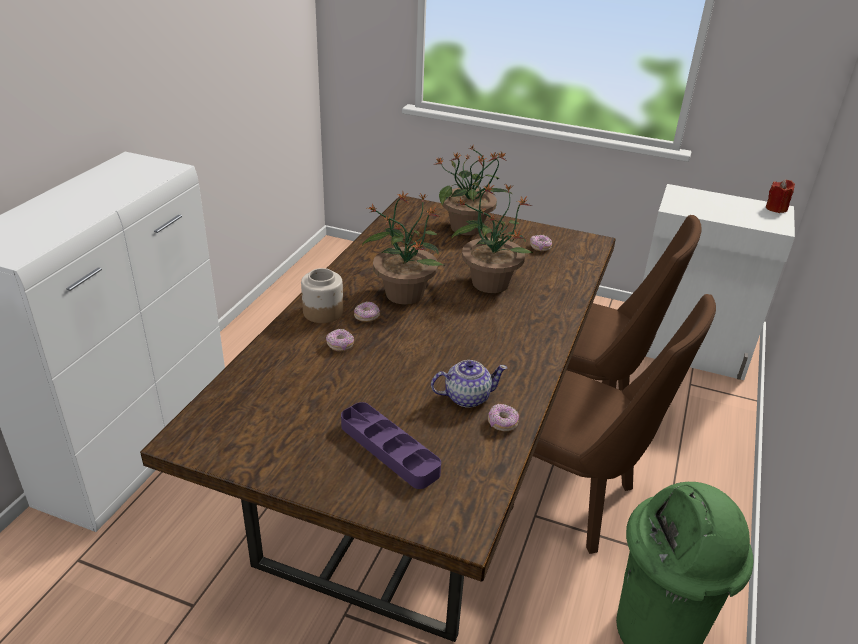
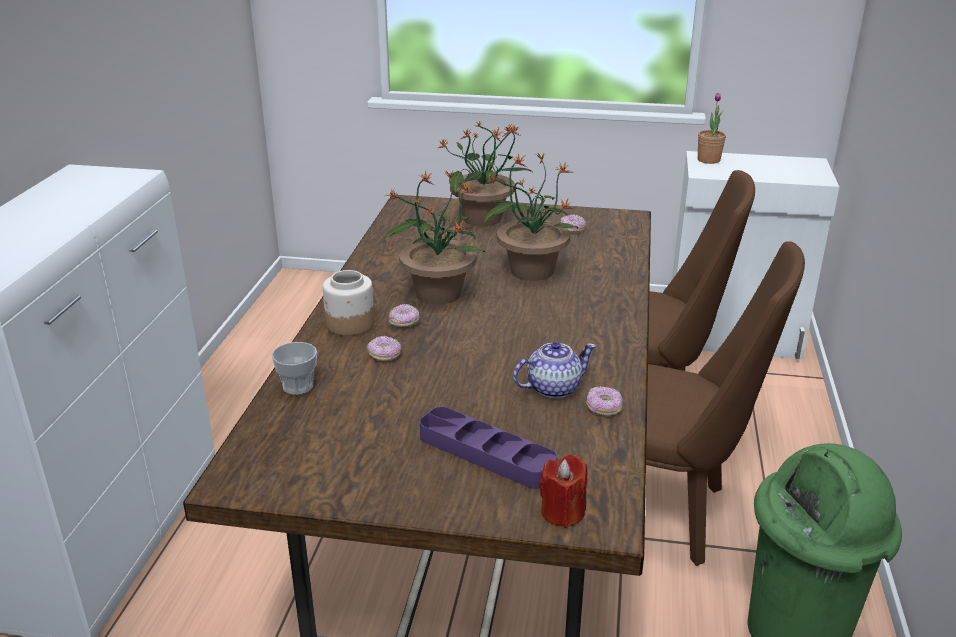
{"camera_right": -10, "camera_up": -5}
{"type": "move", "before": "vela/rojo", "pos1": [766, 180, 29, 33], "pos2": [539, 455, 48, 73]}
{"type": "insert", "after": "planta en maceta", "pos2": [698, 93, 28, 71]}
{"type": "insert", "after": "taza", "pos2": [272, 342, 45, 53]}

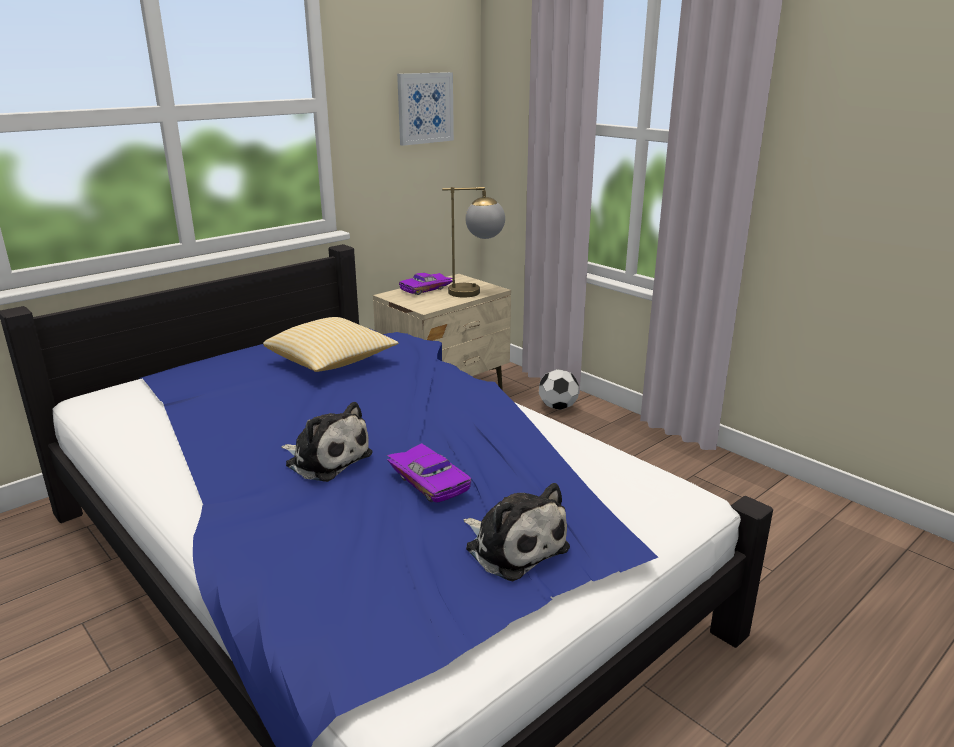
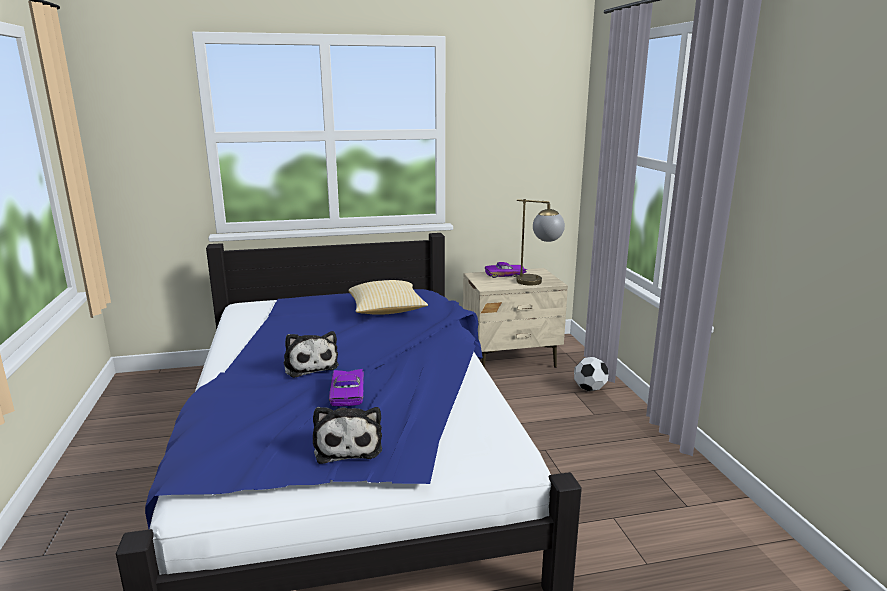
{"camera_right": 30, "camera_up": -5}
{"type": "delete", "before": "cuadro", "pos1": [397, 72, 57, 74]}

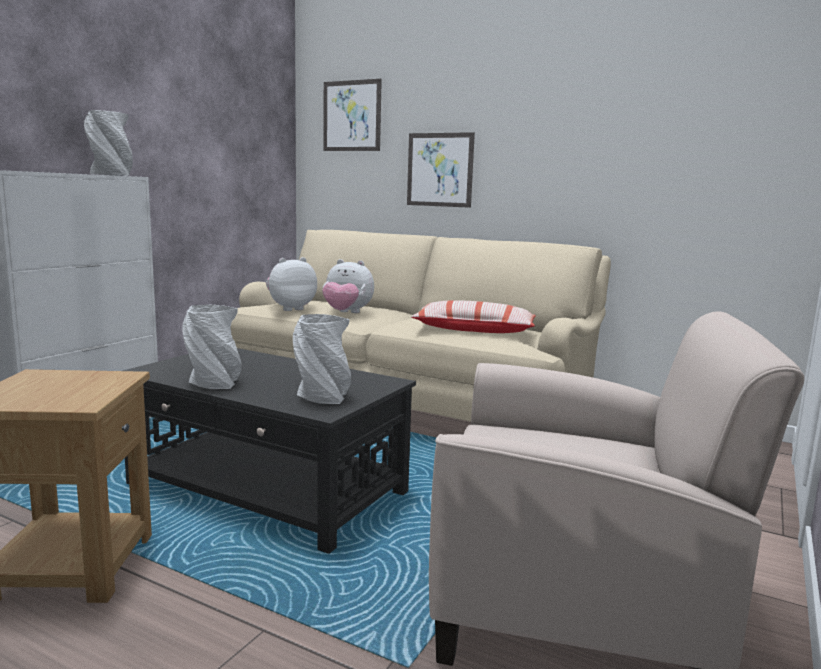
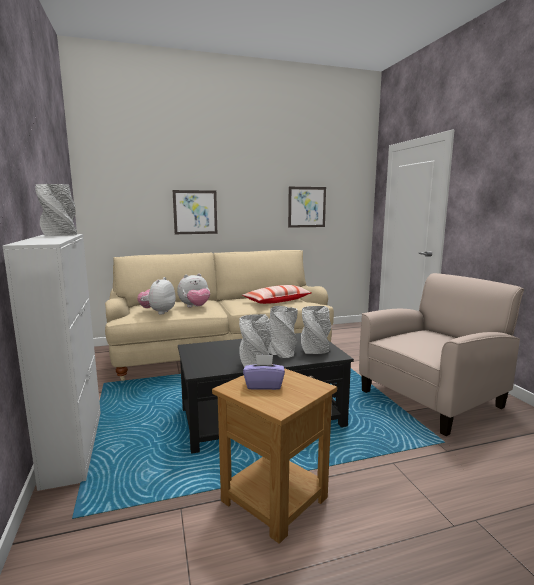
{"camera_right": -45, "camera_up": 0}
{"type": "move", "before": "cuadro", "pos1": [323, 79, 59, 72], "pos2": [288, 187, 38, 41]}
{"type": "insert", "after": "florero/gris", "pos2": [268, 306, 30, 52]}
{"type": "insert", "after": "caja de pañuelos/morado", "pos2": [243, 354, 42, 36]}

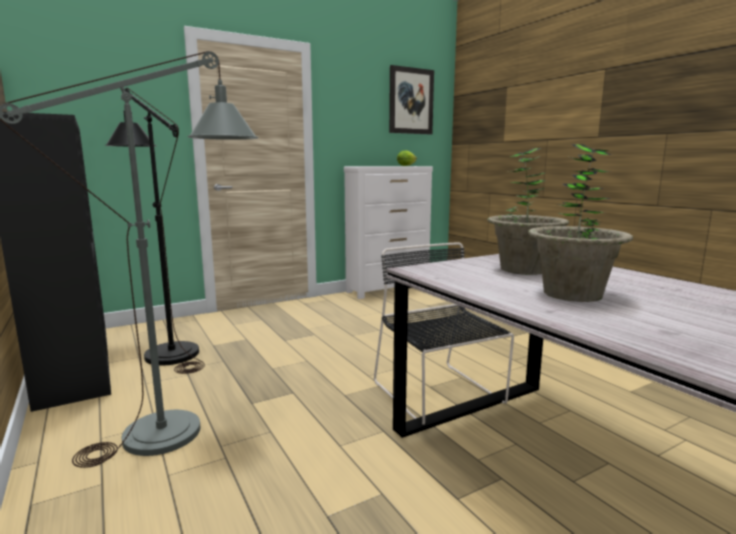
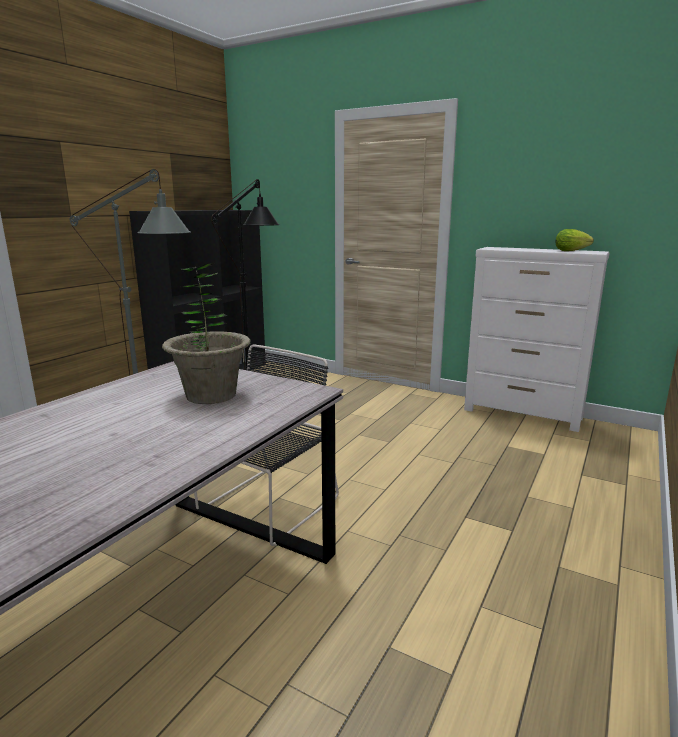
{"camera_right": 60, "camera_up": 5}
{"type": "delete", "before": "cuadro", "pos1": [389, 65, 45, 69]}
{"type": "delete", "before": "planta en maceta", "pos1": [528, 144, 105, 158]}

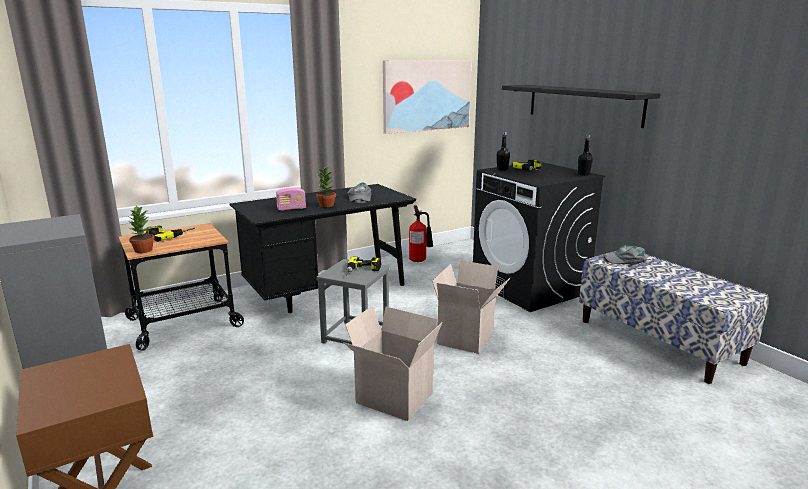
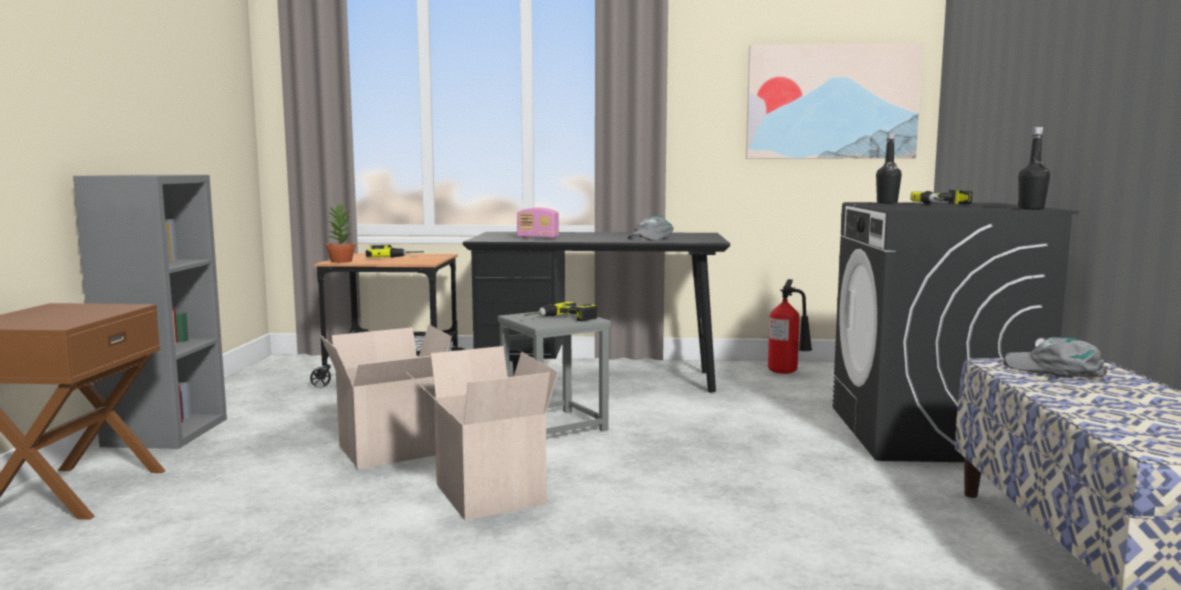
{"camera_right": 35, "camera_up": -10}
{"type": "delete", "before": "estante/negro", "pos1": [502, 85, 159, 43]}
{"type": "delete", "before": "planta en maceta", "pos1": [316, 167, 20, 40]}
{"type": "move", "before": "caja de cartón", "pos1": [432, 260, 78, 94], "pos2": [320, 324, 132, 145]}

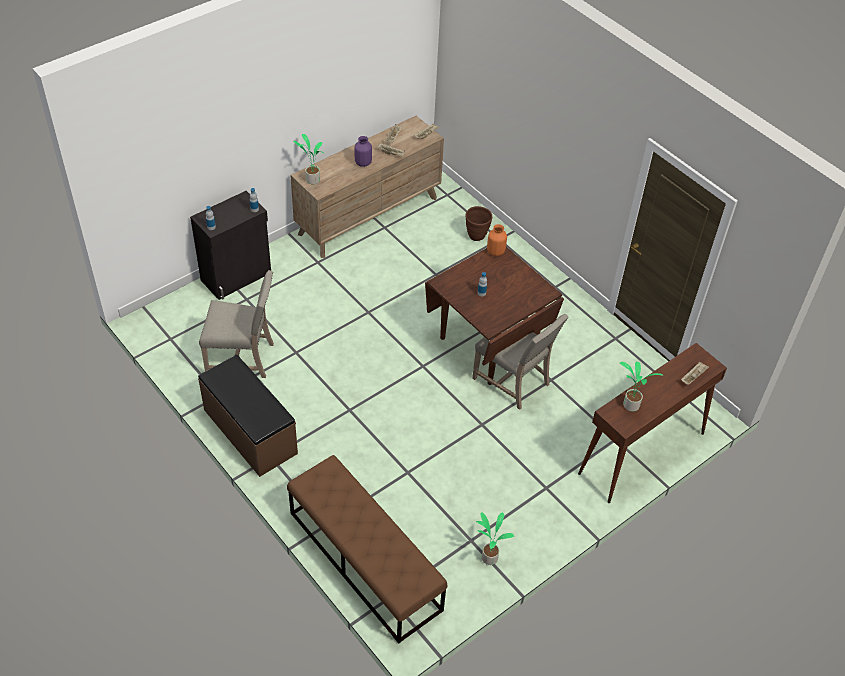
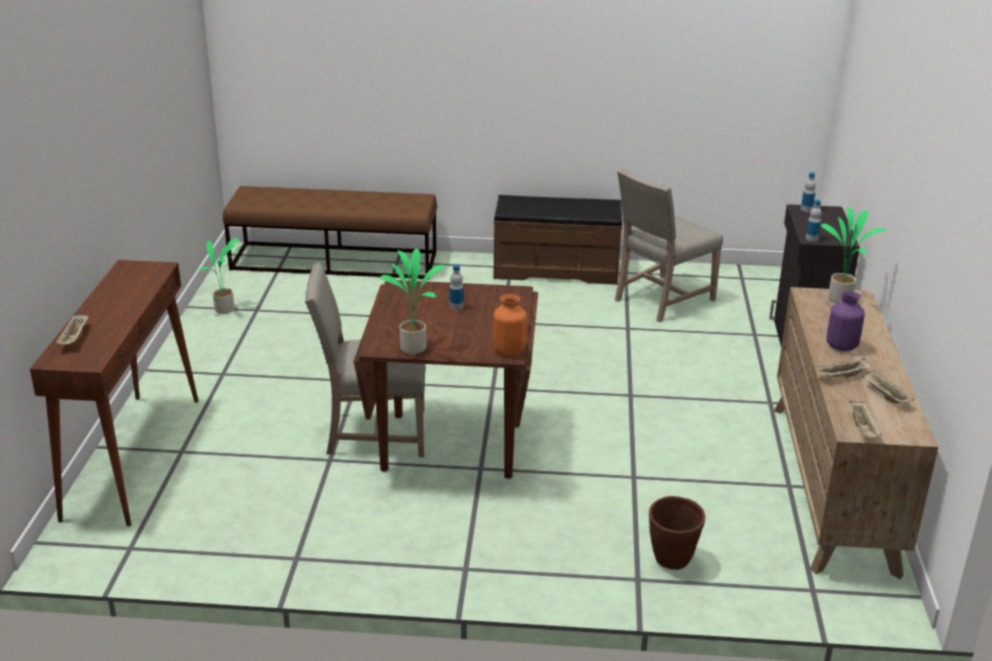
{"camera_right": 135, "camera_up": -20}
{"type": "move", "before": "planta en maceta", "pos1": [620, 361, 44, 51], "pos2": [380, 249, 66, 105]}

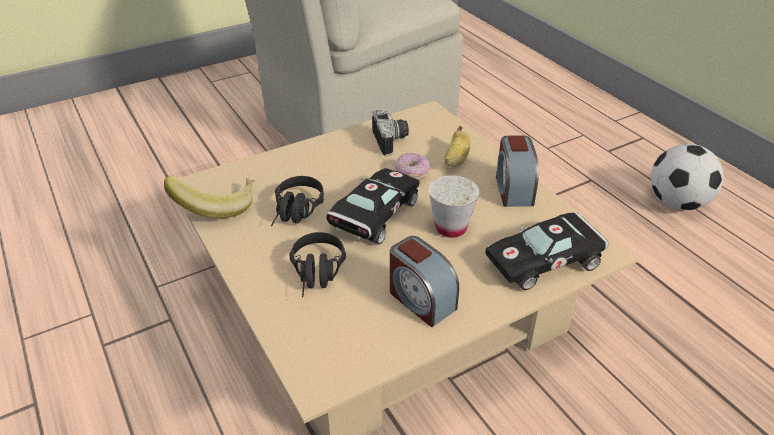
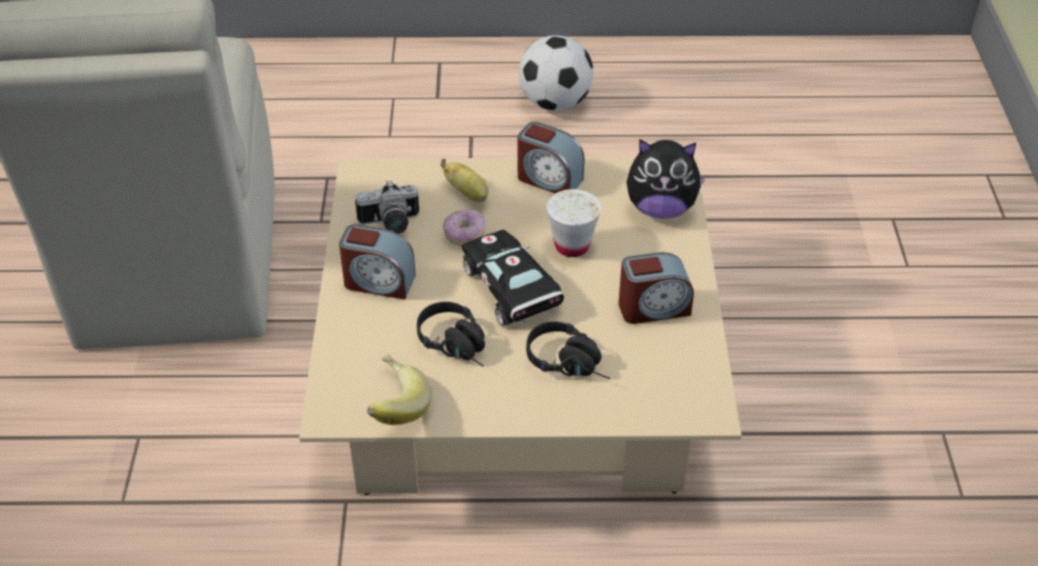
{"camera_right": -60, "camera_up": 5}
{"type": "rotate", "before": "cámara", "pos1": [372, 109, 37, 47], "pos2": [355, 180, 64, 54], "turn": 150}
{"type": "replace", "before": "coche de juguete/negro", "after": "peluche", "pos1": [486, 212, 122, 78], "pos2": [626, 139, 80, 79]}
{"type": "insert", "after": "despertador", "pos2": [339, 224, 77, 76]}

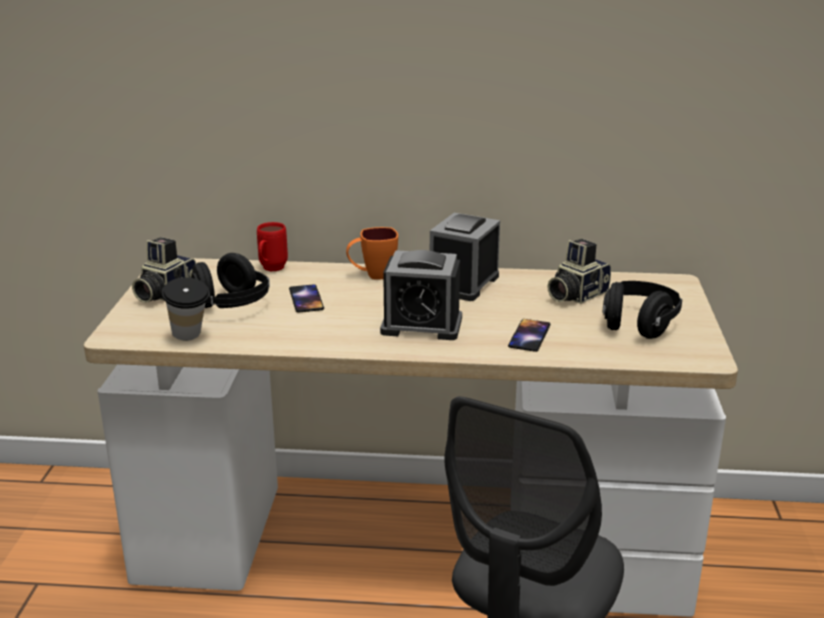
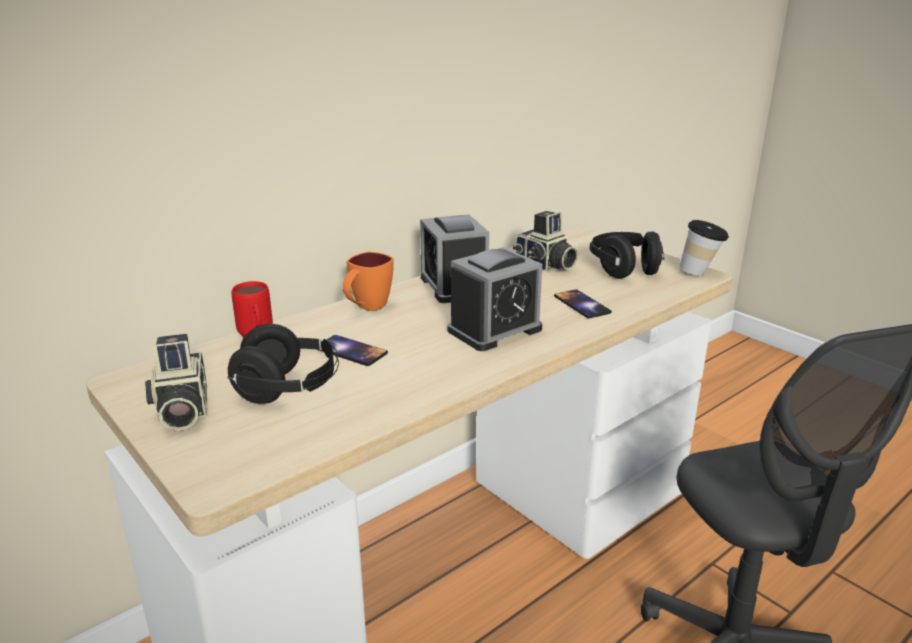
{"camera_right": -45, "camera_up": 0}
{"type": "rotate", "before": "cámara", "pos1": [547, 239, 64, 65], "pos2": [513, 211, 65, 60], "turn": -45}
{"type": "move", "before": "taza", "pos1": [162, 277, 48, 64], "pos2": [679, 220, 50, 56]}

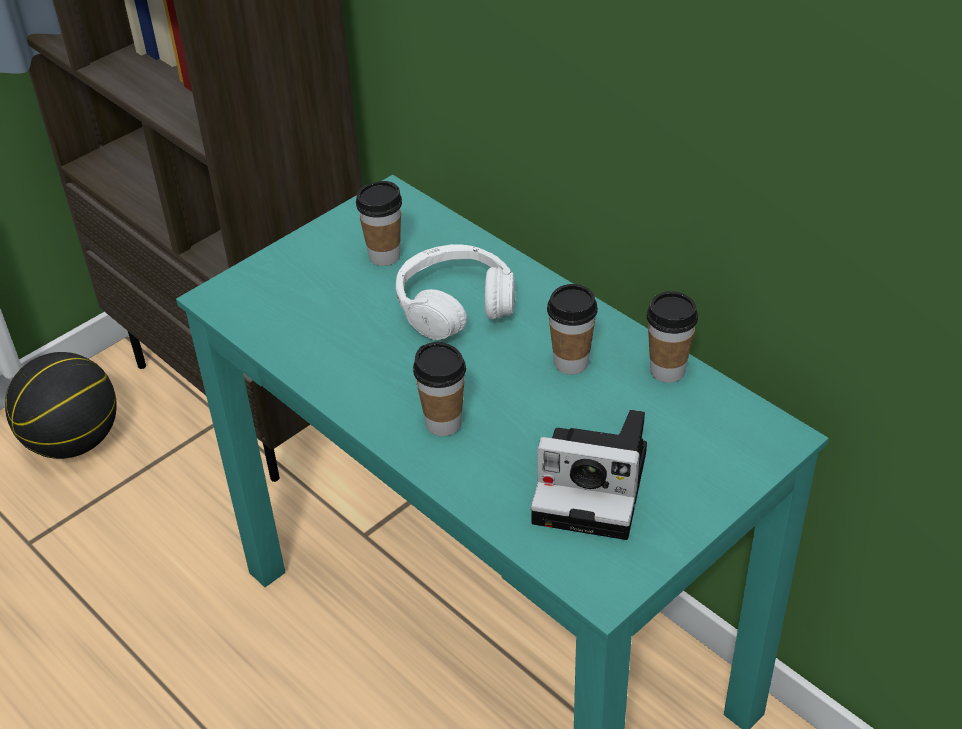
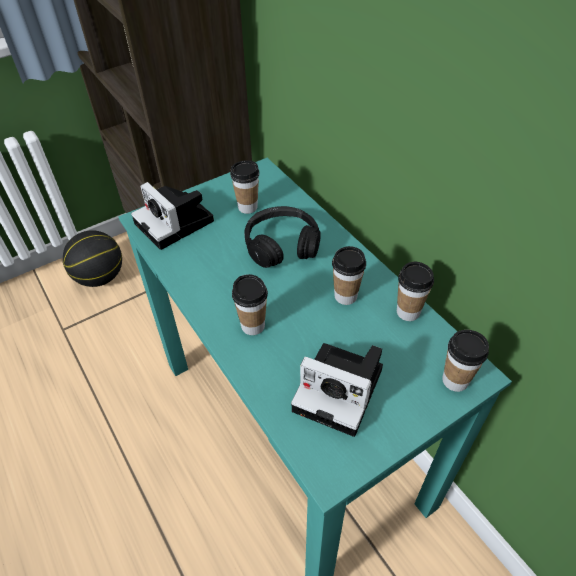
{"camera_right": 10, "camera_up": 5}
{"type": "recolor", "before": "auriculares/blanco", "after": "auriculares/negro", "pos1": [396, 244, 119, 96], "pos2": [244, 206, 76, 62]}
{"type": "insert", "after": "cámara", "pos2": [131, 182, 83, 68]}
{"type": "insert", "after": "taza", "pos2": [442, 330, 47, 62]}

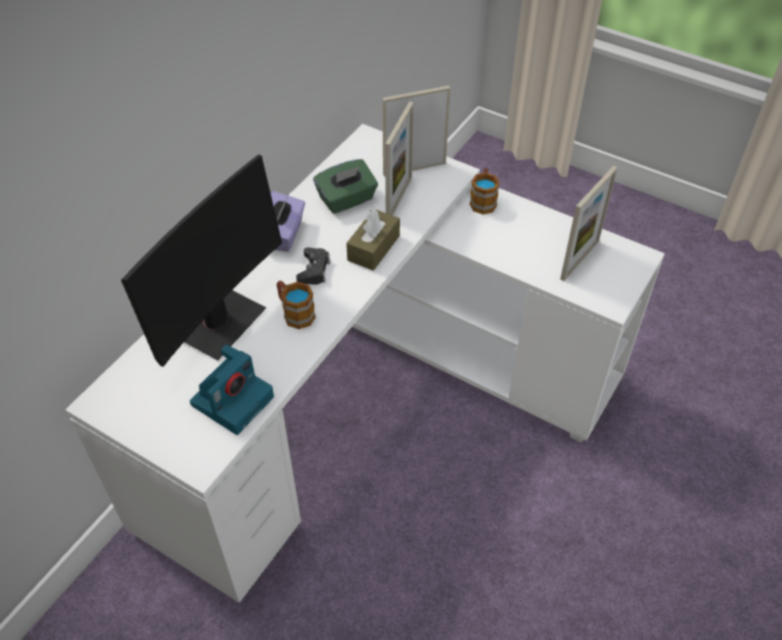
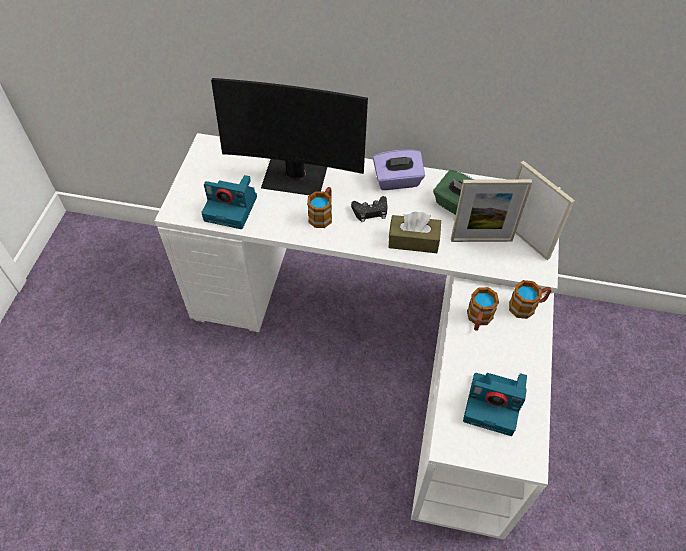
{"camera_right": 70, "camera_up": 5}
{"type": "replace", "before": "portarretratos", "after": "cámara", "pos1": [560, 166, 58, 115], "pos2": [463, 373, 64, 63]}
{"type": "insert", "after": "taza grande", "pos2": [467, 287, 32, 44]}

